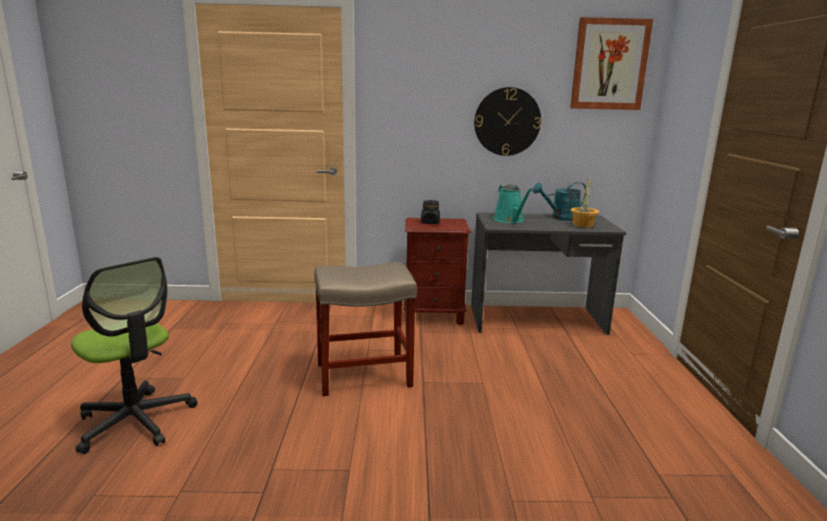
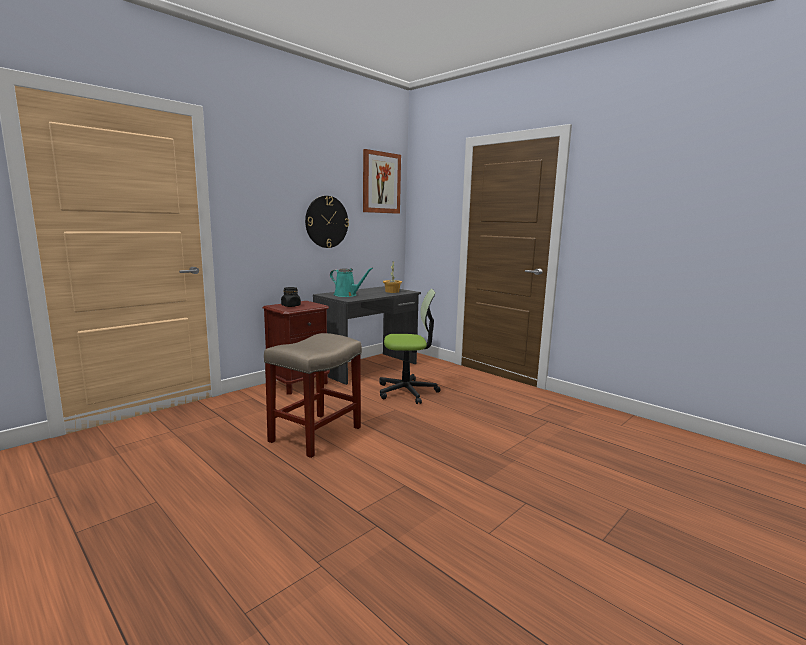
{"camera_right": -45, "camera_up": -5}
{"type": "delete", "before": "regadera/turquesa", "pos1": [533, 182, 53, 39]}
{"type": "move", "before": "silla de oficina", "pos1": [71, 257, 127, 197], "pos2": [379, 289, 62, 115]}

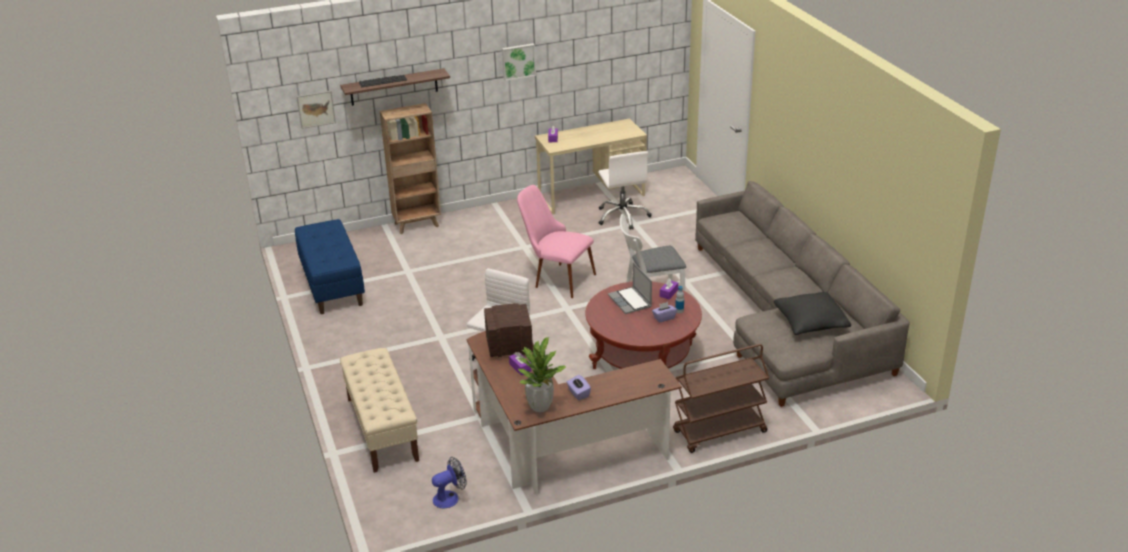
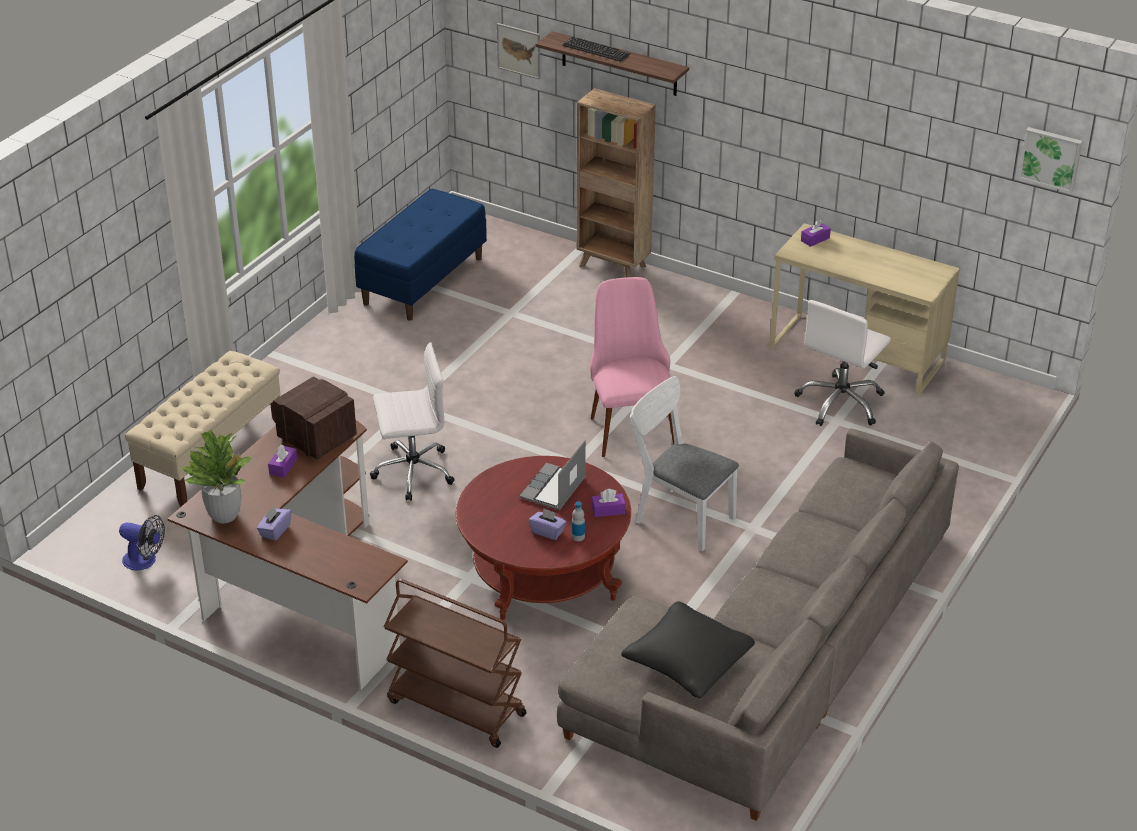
{"camera_right": 50, "camera_up": 5}
{"type": "move", "before": "cuadro", "pos1": [502, 43, 34, 38], "pos2": [1018, 127, 65, 66]}

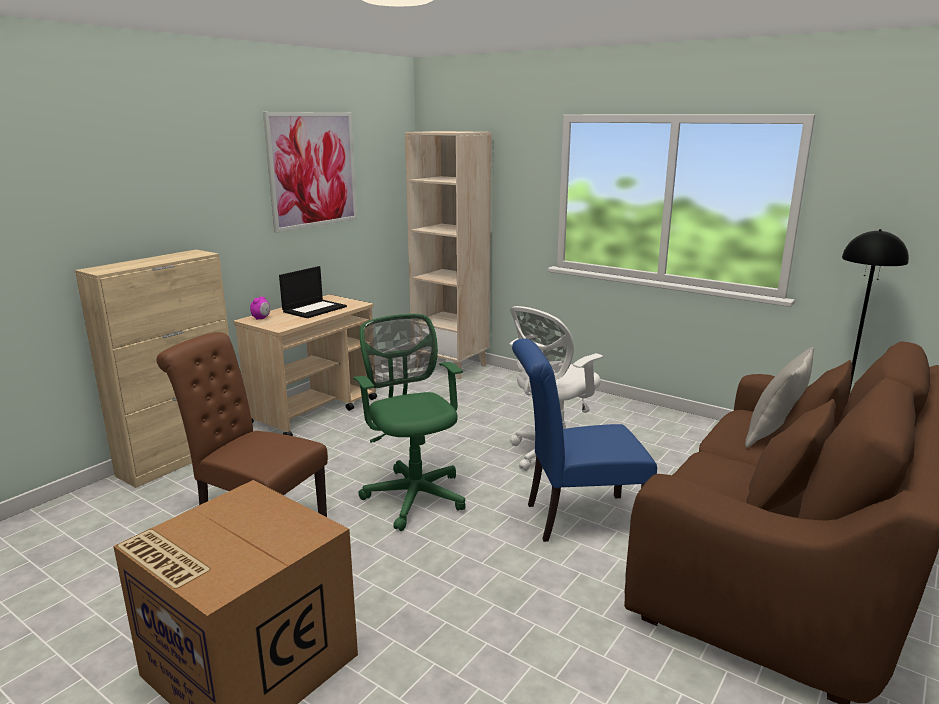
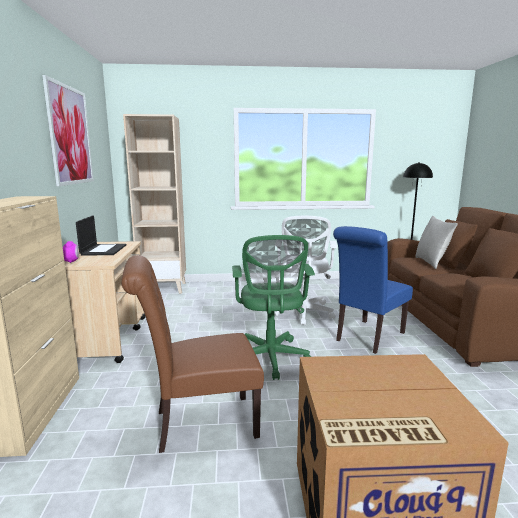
{"camera_right": -40, "camera_up": -5}
{"type": "rotate", "before": "silla de oficina/verde", "pos1": [353, 314, 113, 217], "pos2": [232, 235, 83, 145], "turn": -120}

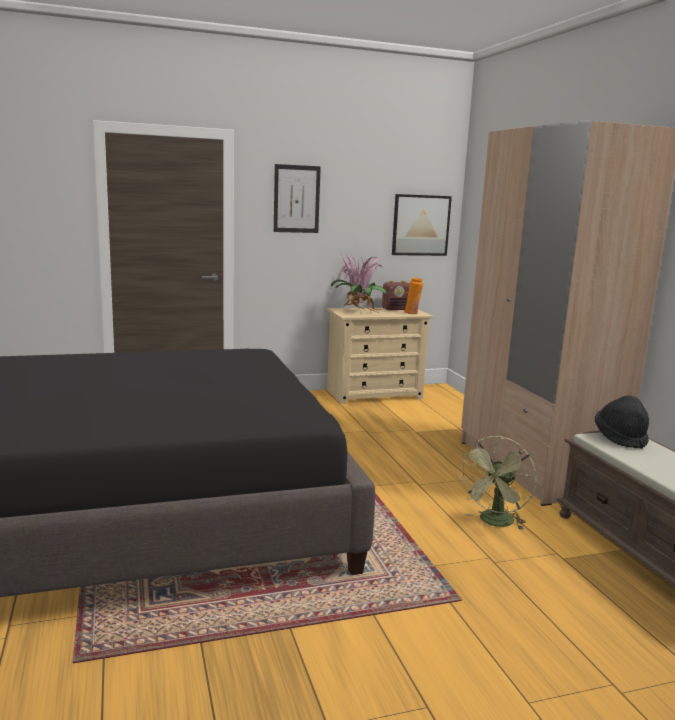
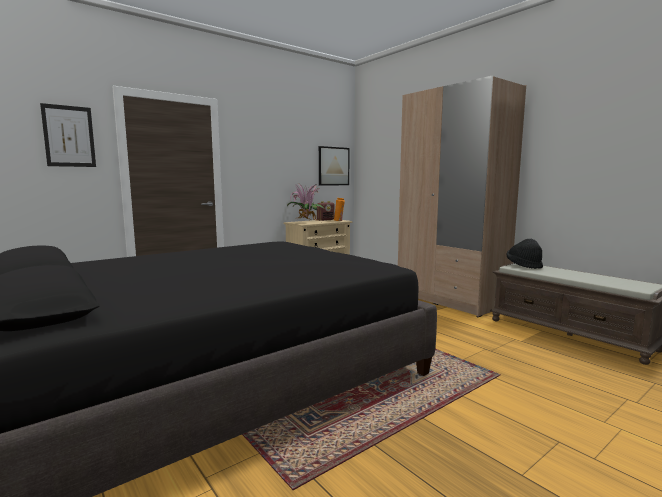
{"camera_right": -20, "camera_up": -5}
{"type": "move", "before": "cuadro", "pos1": [274, 164, 47, 69], "pos2": [40, 103, 56, 64]}
{"type": "delete", "before": "ventilador/verde", "pos1": [458, 436, 79, 94]}

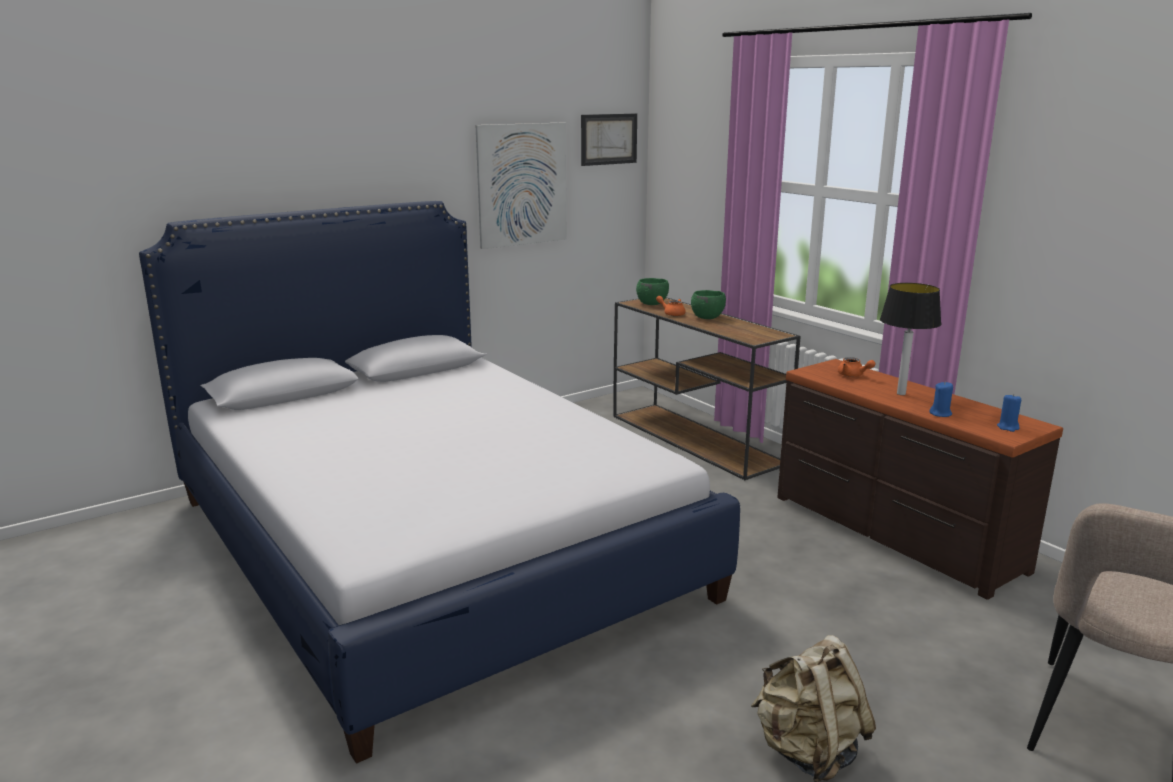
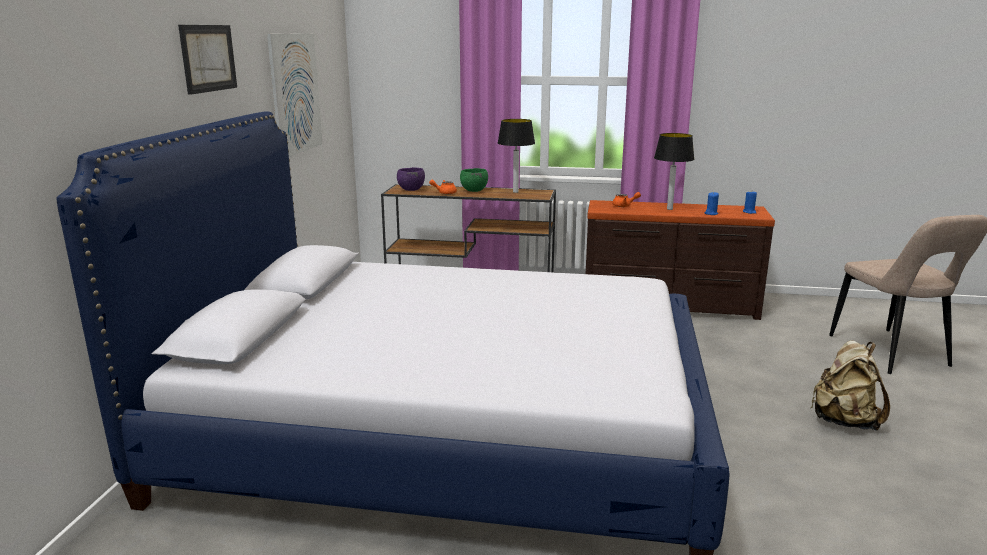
{"camera_right": -45, "camera_up": 0}
{"type": "move", "before": "cuadro", "pos1": [581, 114, 56, 52], "pos2": [178, 25, 59, 70]}
{"type": "recolor", "before": "cuenco/verde", "after": "cuenco/morado", "pos1": [636, 278, 33, 27], "pos2": [397, 167, 28, 24]}
{"type": "insert", "after": "lámpara de mesa", "pos2": [498, 119, 37, 74]}

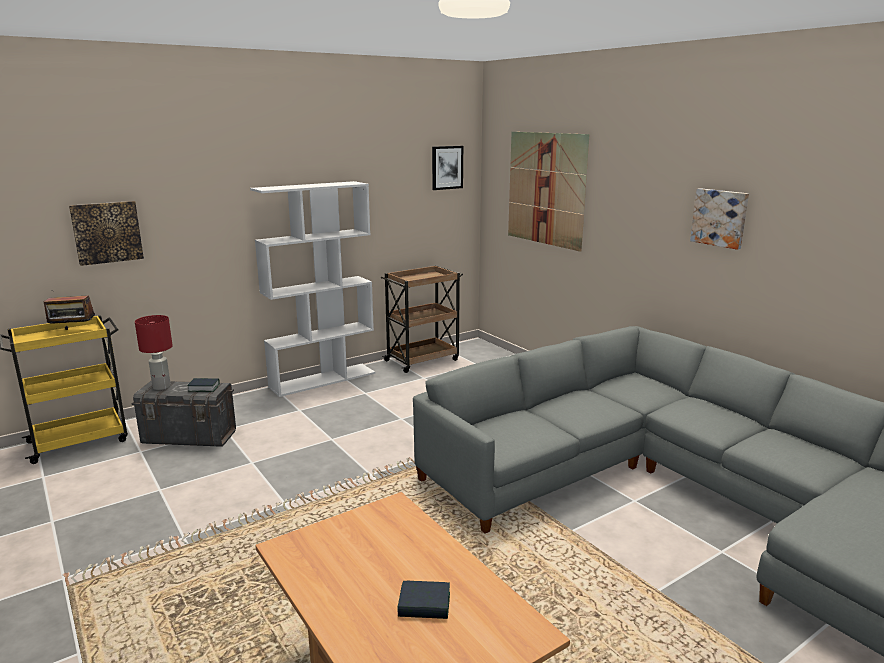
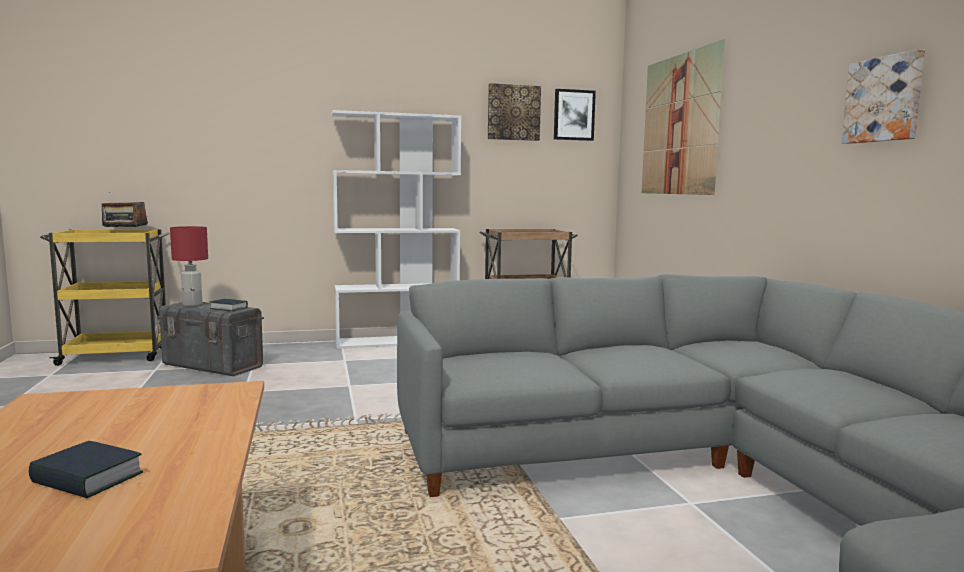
{"camera_right": 20, "camera_up": -10}
{"type": "move", "before": "cuadro", "pos1": [69, 201, 75, 65], "pos2": [488, 83, 53, 58]}

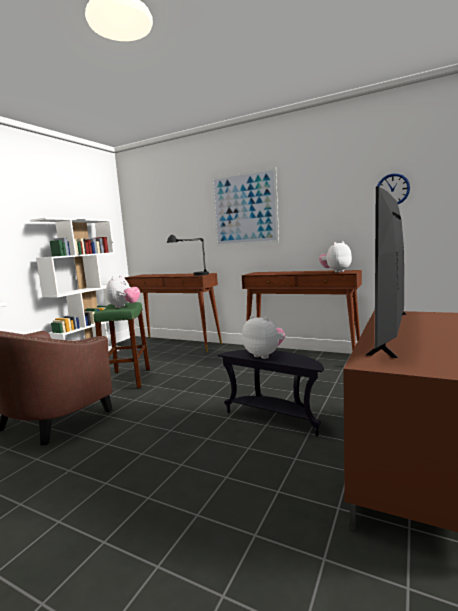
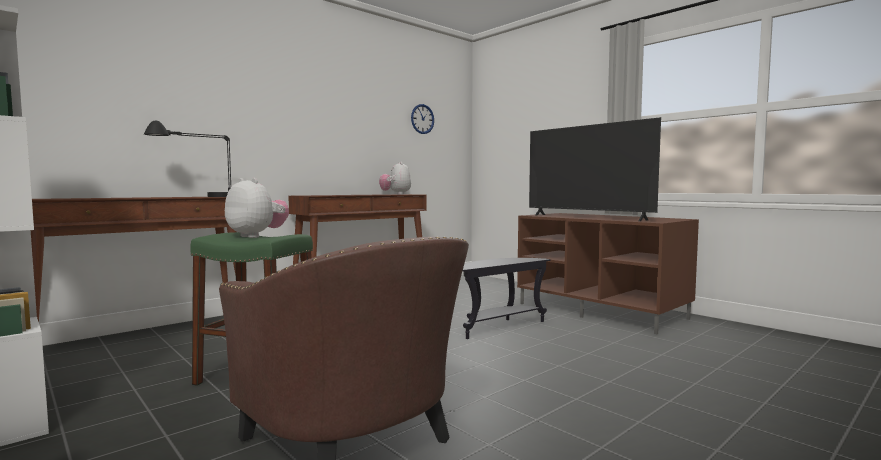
{"camera_right": -70, "camera_up": -5}
{"type": "delete", "before": "cuadro", "pos1": [212, 167, 67, 79]}
{"type": "delete", "before": "peluche", "pos1": [242, 315, 43, 44]}

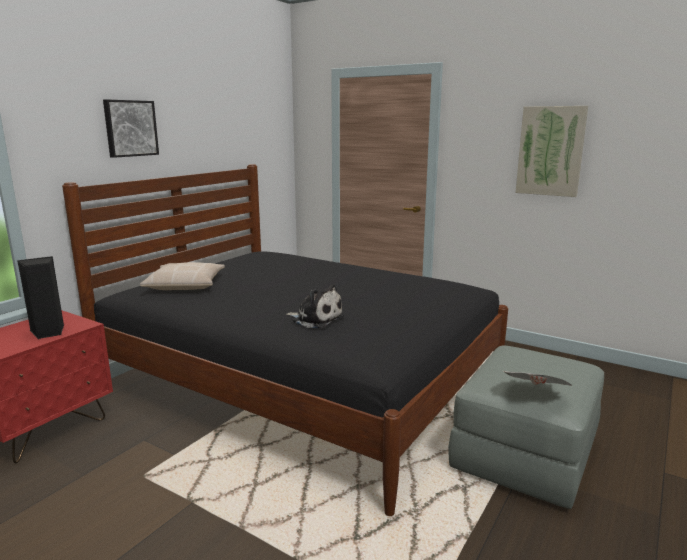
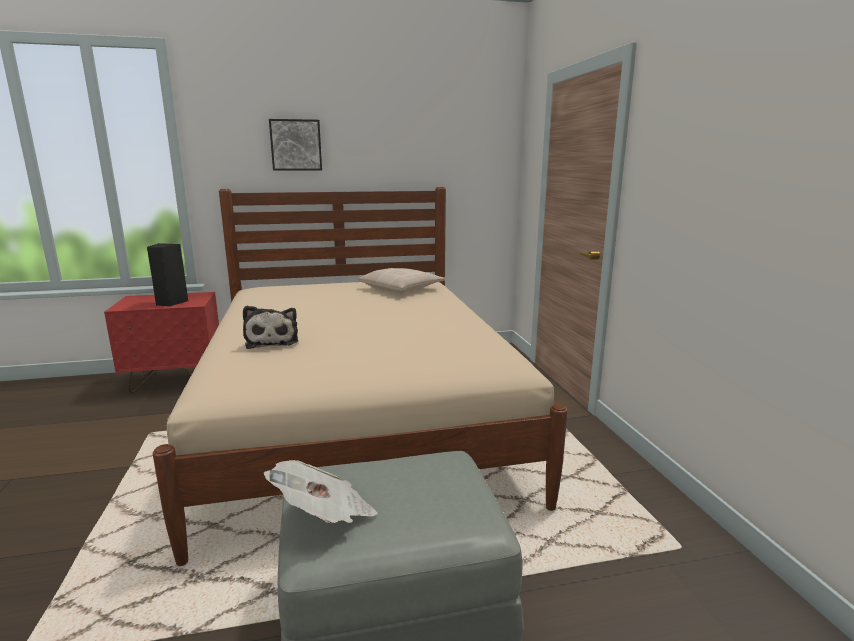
{"camera_right": 45, "camera_up": 0}
{"type": "delete", "before": "cuadro", "pos1": [516, 106, 72, 91]}
{"type": "recolor", "before": "cama/negro", "after": "cama/beis", "pos1": [62, 164, 446, 352], "pos2": [153, 187, 415, 379]}
{"type": "move", "before": "cojín/beis", "pos1": [140, 262, 85, 28], "pos2": [358, 268, 87, 25]}

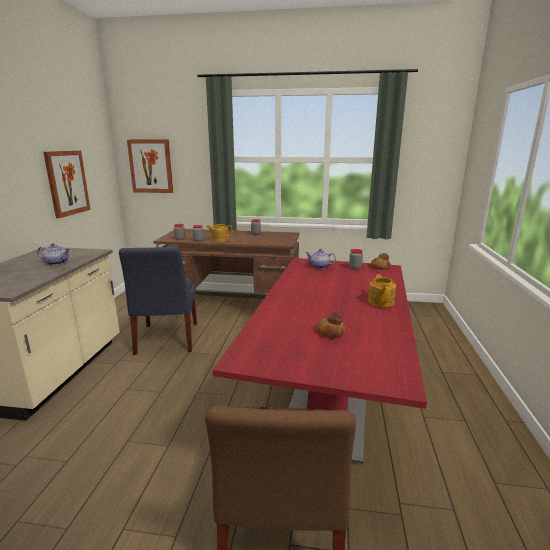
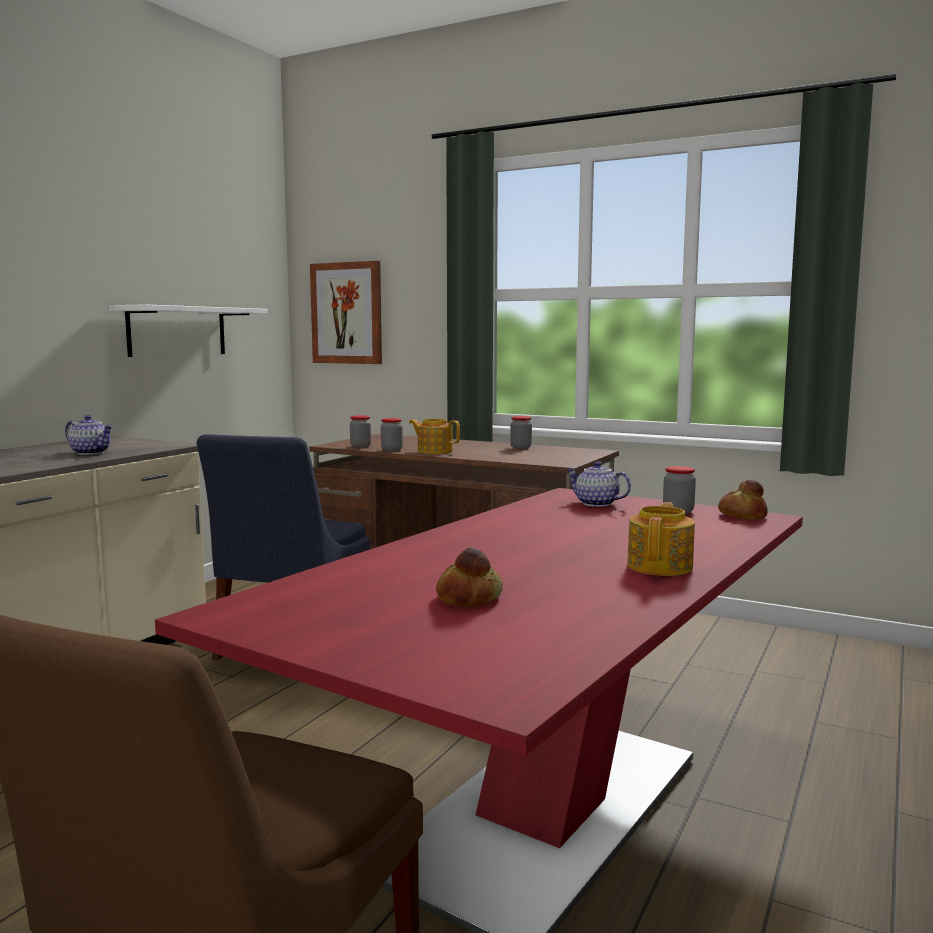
{"camera_right": 20, "camera_up": -10}
{"type": "replace", "before": "cuadro", "after": "estante/blanco", "pos1": [43, 151, 47, 67], "pos2": [109, 304, 159, 53]}

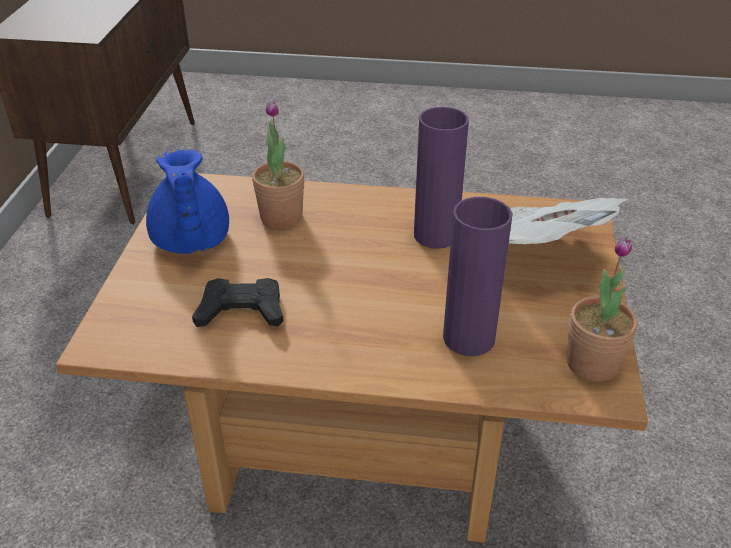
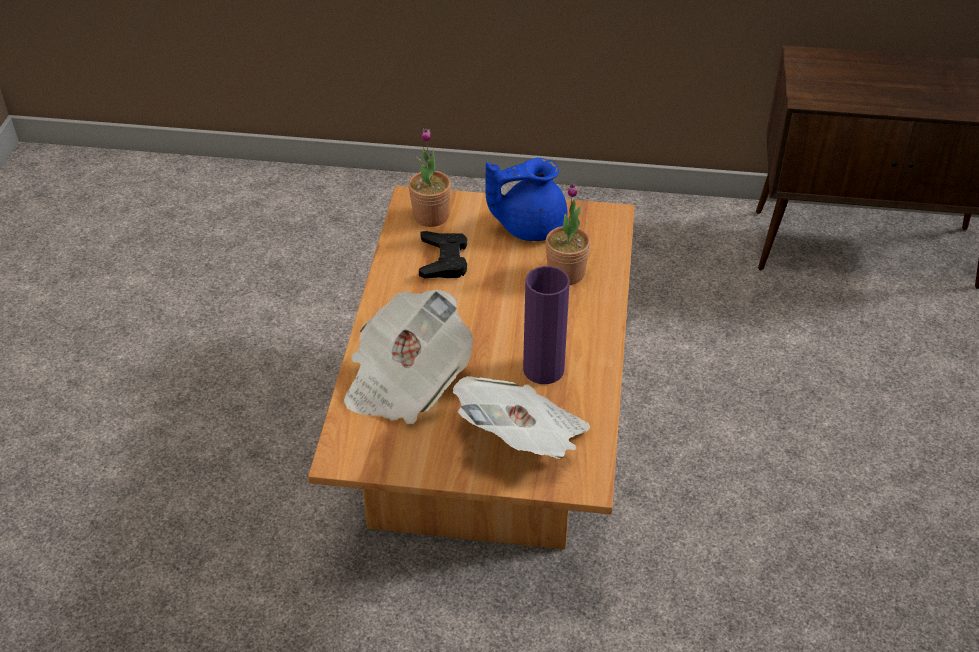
{"camera_right": 90, "camera_up": 5}
{"type": "replace", "before": "florero/morado", "after": "periódico", "pos1": [443, 197, 70, 159], "pos2": [344, 290, 129, 134]}
{"type": "move", "before": "planta en maceta", "pos1": [567, 236, 70, 146], "pos2": [408, 128, 43, 99]}

